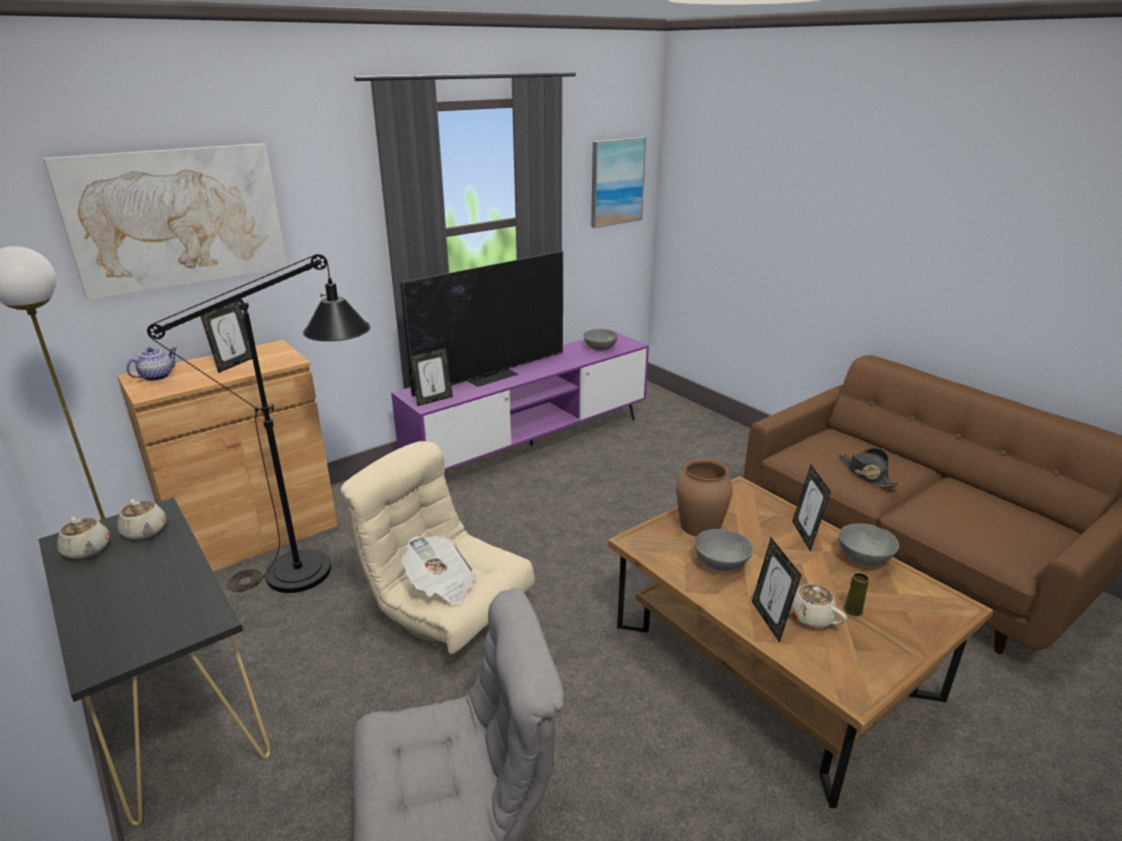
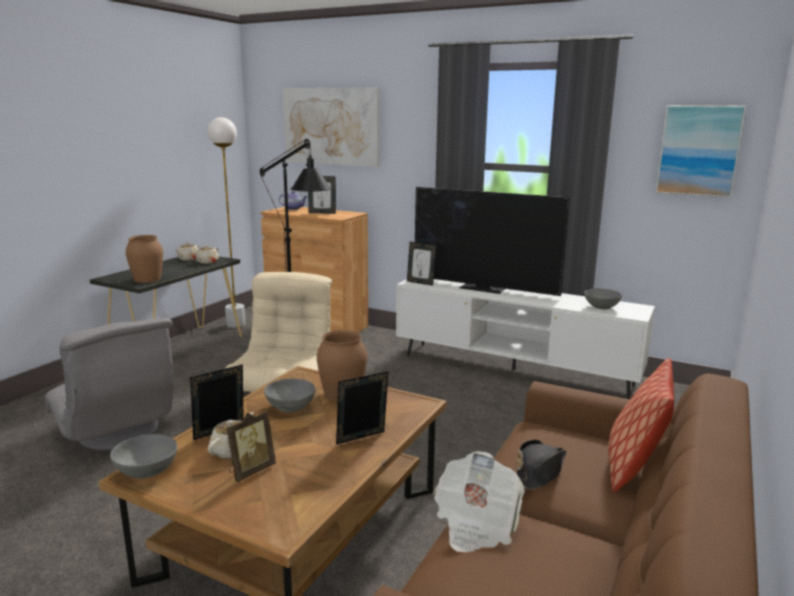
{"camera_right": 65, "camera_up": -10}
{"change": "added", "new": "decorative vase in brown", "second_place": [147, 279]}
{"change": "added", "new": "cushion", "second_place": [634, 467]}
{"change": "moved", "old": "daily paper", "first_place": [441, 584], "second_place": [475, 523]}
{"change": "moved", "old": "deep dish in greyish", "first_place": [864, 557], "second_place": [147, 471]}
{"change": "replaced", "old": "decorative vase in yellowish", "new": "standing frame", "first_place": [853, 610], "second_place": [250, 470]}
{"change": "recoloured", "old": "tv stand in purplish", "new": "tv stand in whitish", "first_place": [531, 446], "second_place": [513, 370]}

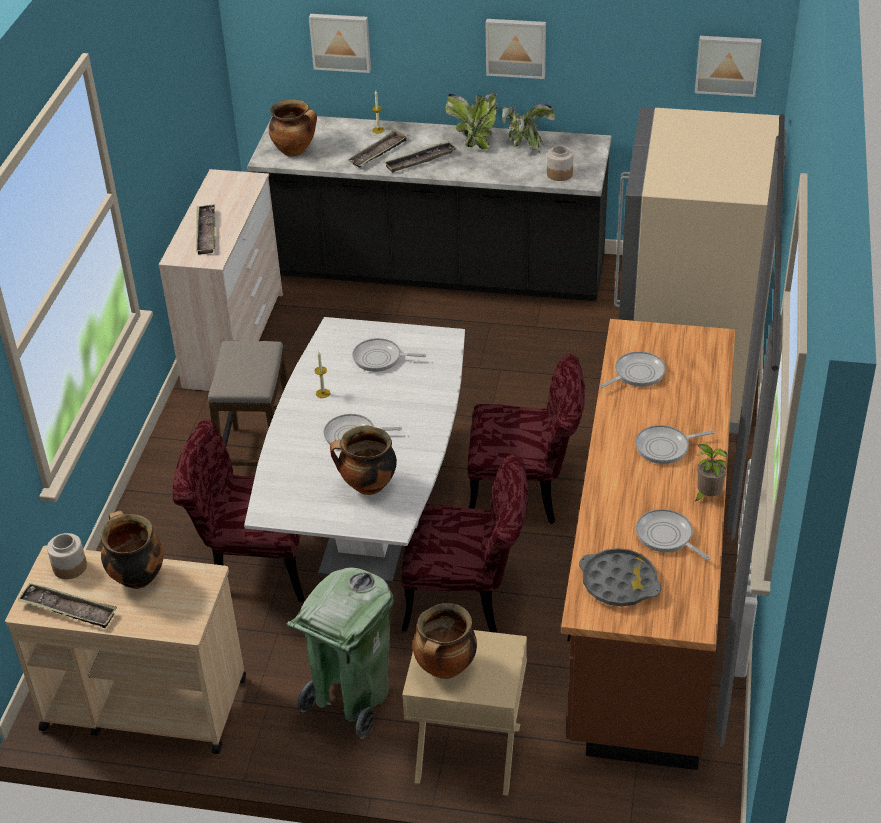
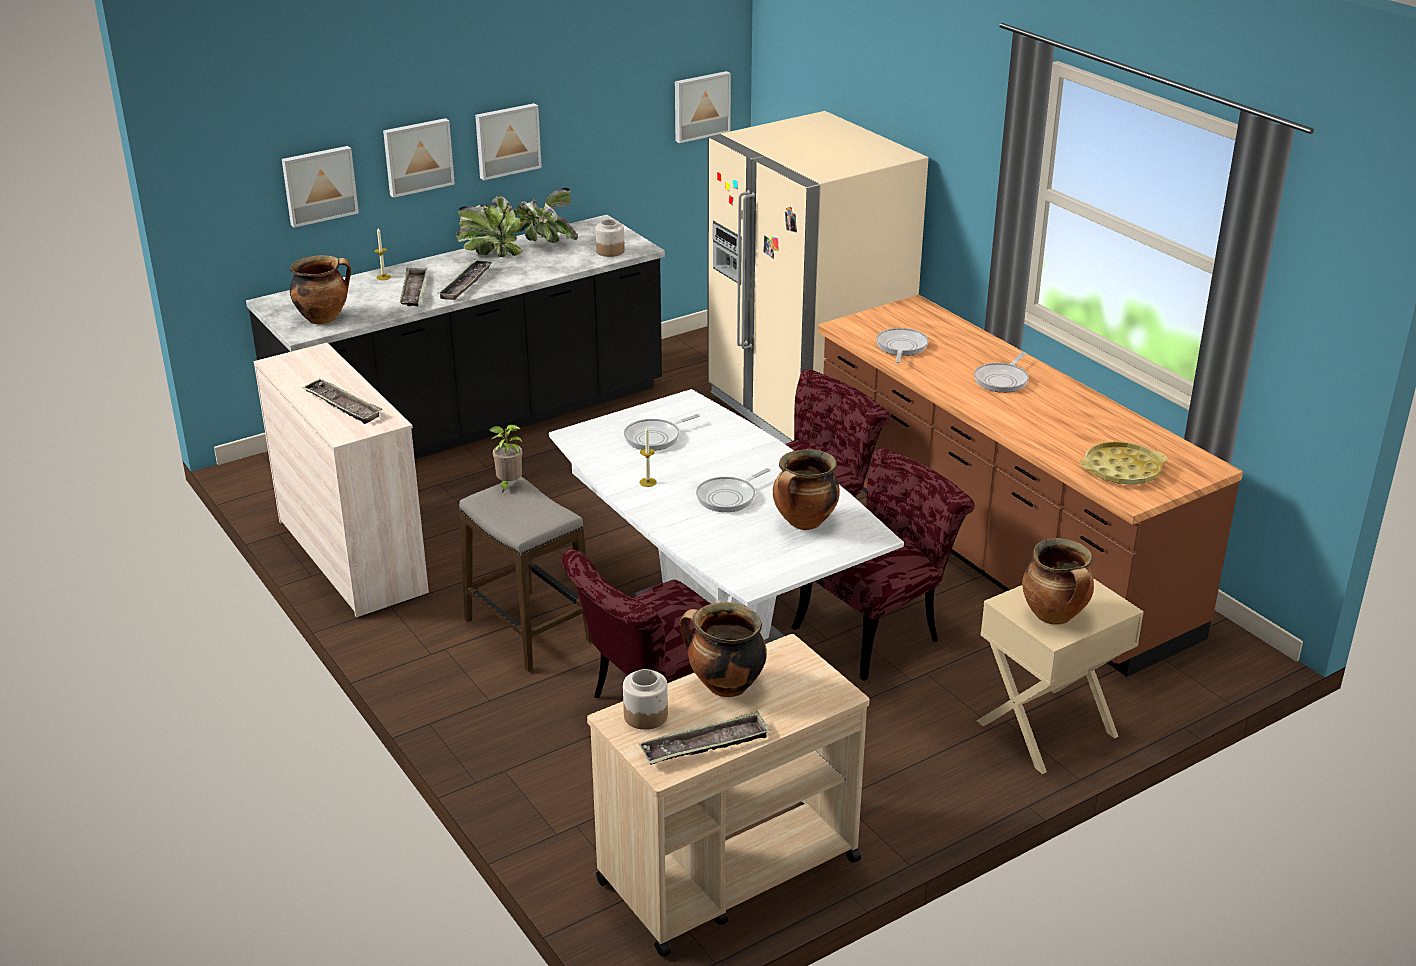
{"camera_right": -45, "camera_up": -10}
{"change": "removed", "old": "trash can in greenish", "first_place": [351, 699]}
{"change": "removed", "old": "frying pan", "first_place": [666, 537]}
{"change": "added", "new": "wall picture", "second_place": [417, 156]}
{"change": "moved", "old": "plant in a pot", "first_place": [707, 496], "second_place": [508, 485]}
{"change": "recoloured", "old": "tray in greyish", "new": "tray in yellowish", "first_place": [619, 582], "second_place": [1121, 470]}

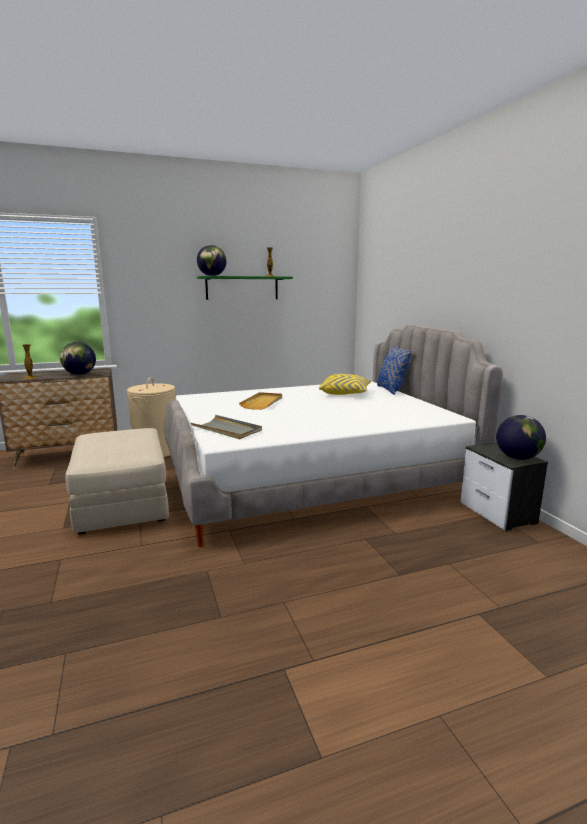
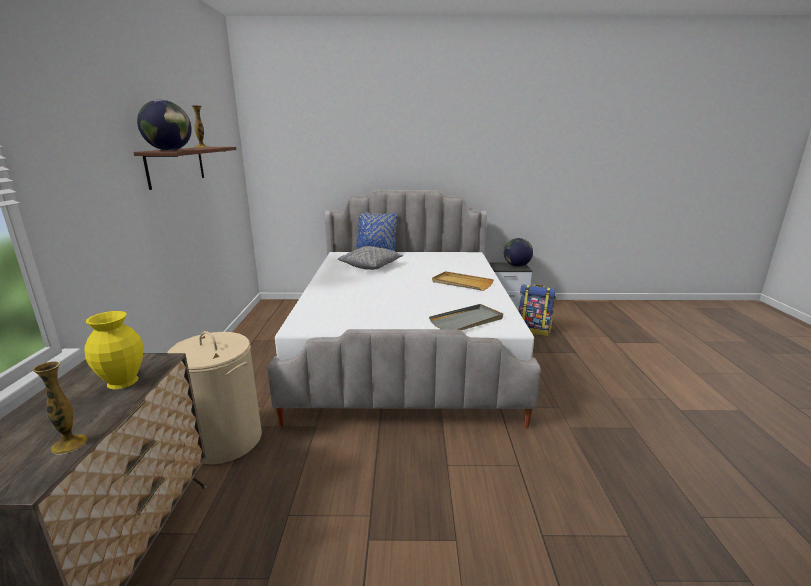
{"camera_right": -70, "camera_up": 5}
{"change": "removed", "old": "pouffe in beige", "first_place": [123, 503]}
{"change": "added", "new": "knapsack", "second_place": [534, 330]}
{"change": "moved", "old": "tray in beige", "first_place": [262, 402], "second_place": [461, 283]}
{"change": "replaced", "old": "desk globe", "new": "decorative vase in yellowish", "first_place": [79, 374], "second_place": [123, 381]}
{"change": "recoloured", "old": "wall shelf in greenish", "new": "wall shelf in brown", "first_place": [242, 288], "second_place": [176, 166]}
{"change": "recoloured", "old": "cushion in yellowish", "new": "cushion in greyish", "first_place": [345, 393], "second_place": [371, 266]}

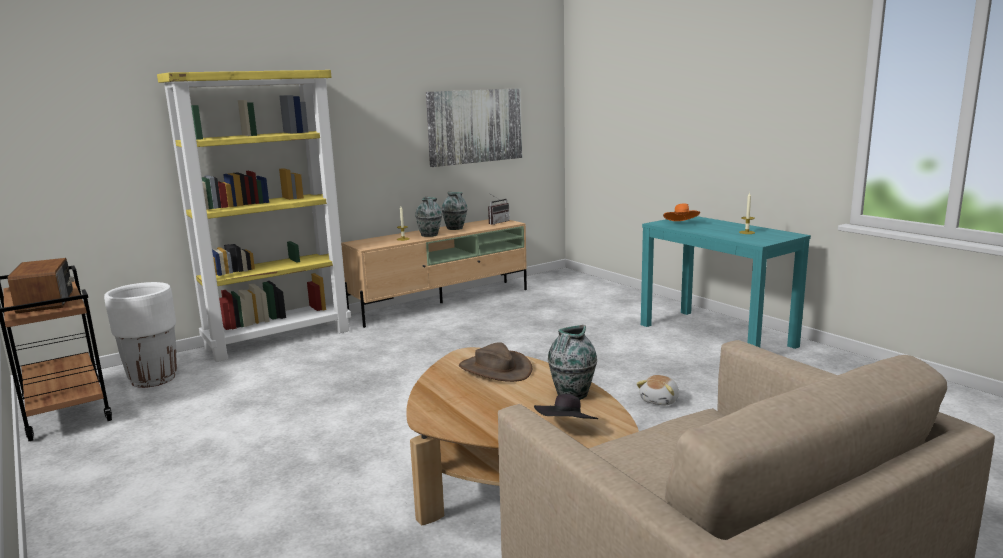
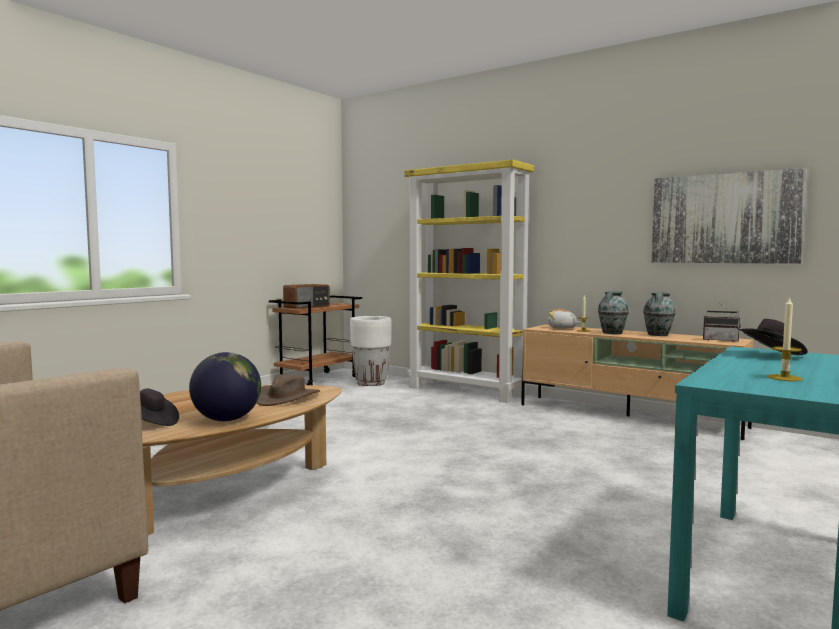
{"camera_right": 70, "camera_up": -10}
{"change": "moved", "old": "plush toy", "first_place": [660, 400], "second_place": [562, 328]}
{"change": "replaced", "old": "decorative vase", "new": "desk globe", "first_place": [572, 394], "second_place": [226, 419]}
{"change": "recoloured", "old": "hat in orangey", "new": "hat in black-coloured", "first_place": [681, 224], "second_place": [770, 356]}

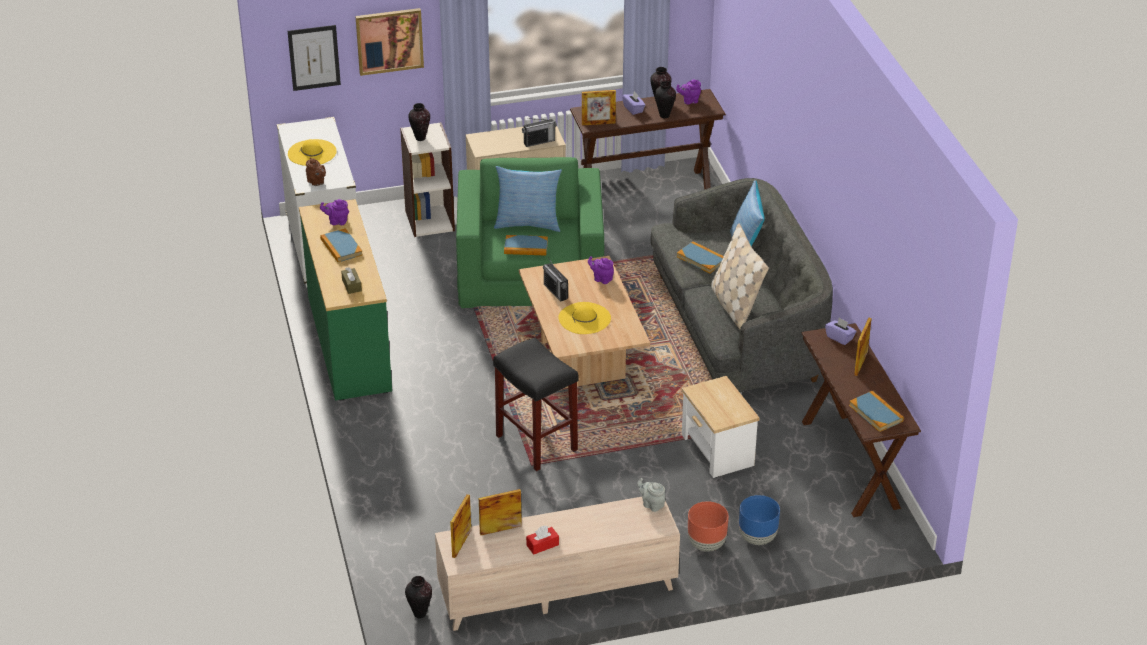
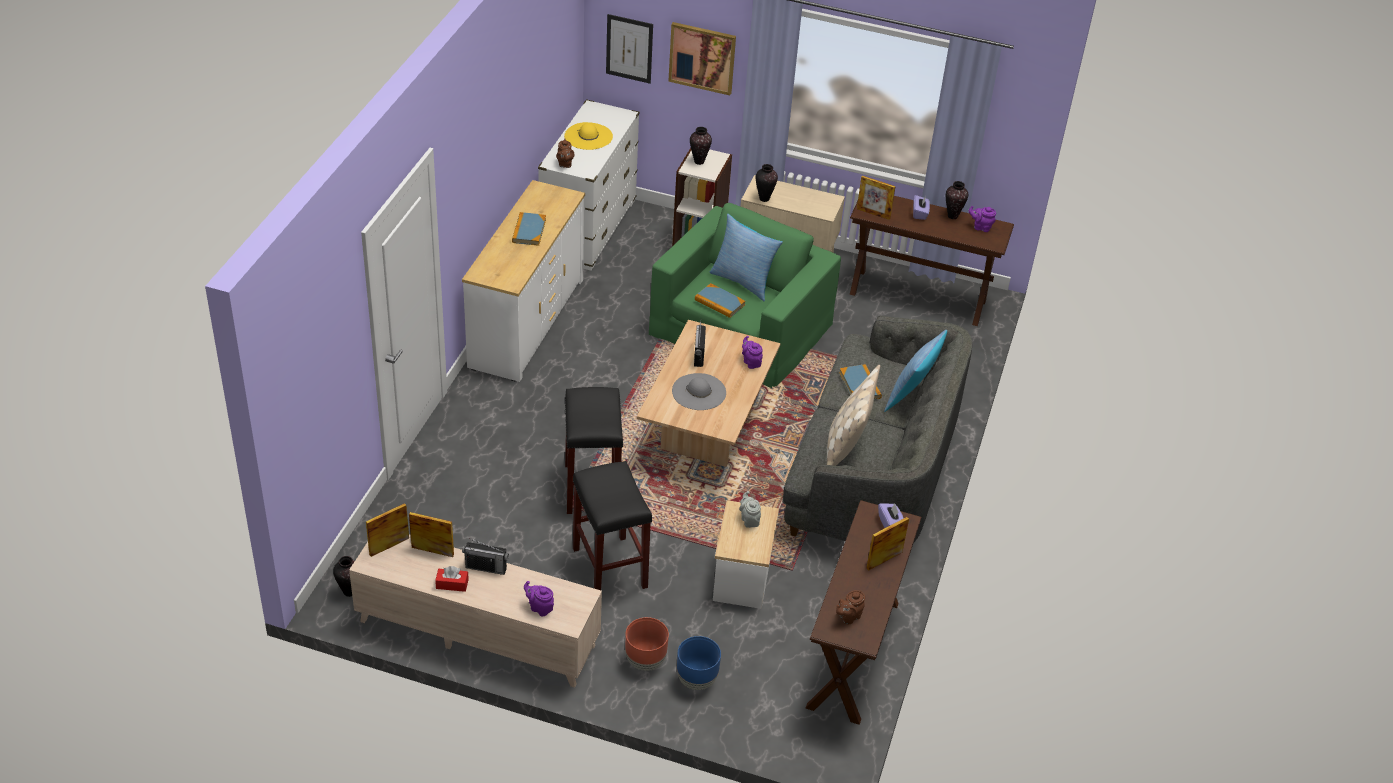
{"camera_right": 30, "camera_up": 5}
{"change": "removed", "old": "tissue holder in brown", "first_place": [351, 285]}
{"change": "added", "new": "sitting stool in black-coloured", "second_place": [609, 567]}
{"change": "moved", "old": "tea pot in purplish", "first_place": [337, 221], "second_place": [540, 608]}
{"change": "moved", "old": "radio", "first_place": [539, 142], "second_place": [486, 567]}
{"change": "moved", "old": "tea pot in greyish", "first_place": [651, 504], "second_place": [749, 520]}
{"change": "moved", "old": "decorative vase", "first_place": [664, 115], "second_place": [764, 198]}
{"change": "replaced", "old": "volume", "new": "tea pot in brown", "first_place": [876, 413], "second_place": [848, 617]}
{"change": "recoloured", "old": "chest of drawers in greenish", "new": "chest of drawers in whitish", "first_place": [348, 344], "second_place": [526, 323]}
{"change": "recoloured", "old": "hat in yellowish", "new": "hat in greyish", "first_place": [584, 318], "second_place": [699, 392]}

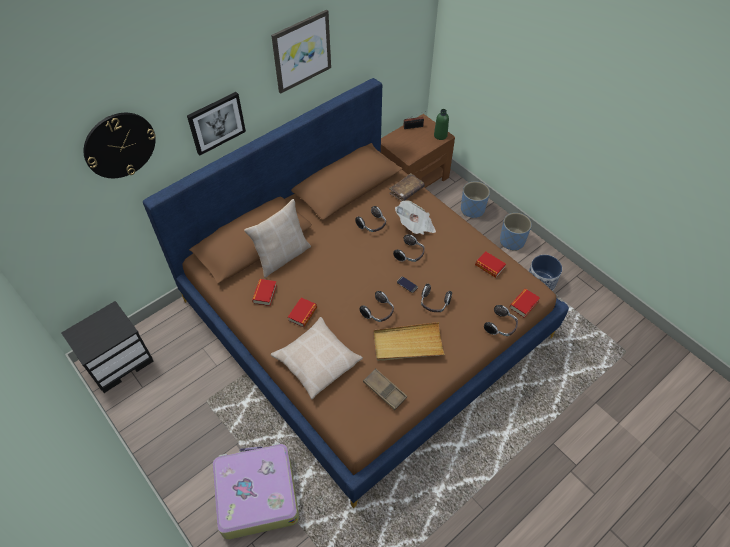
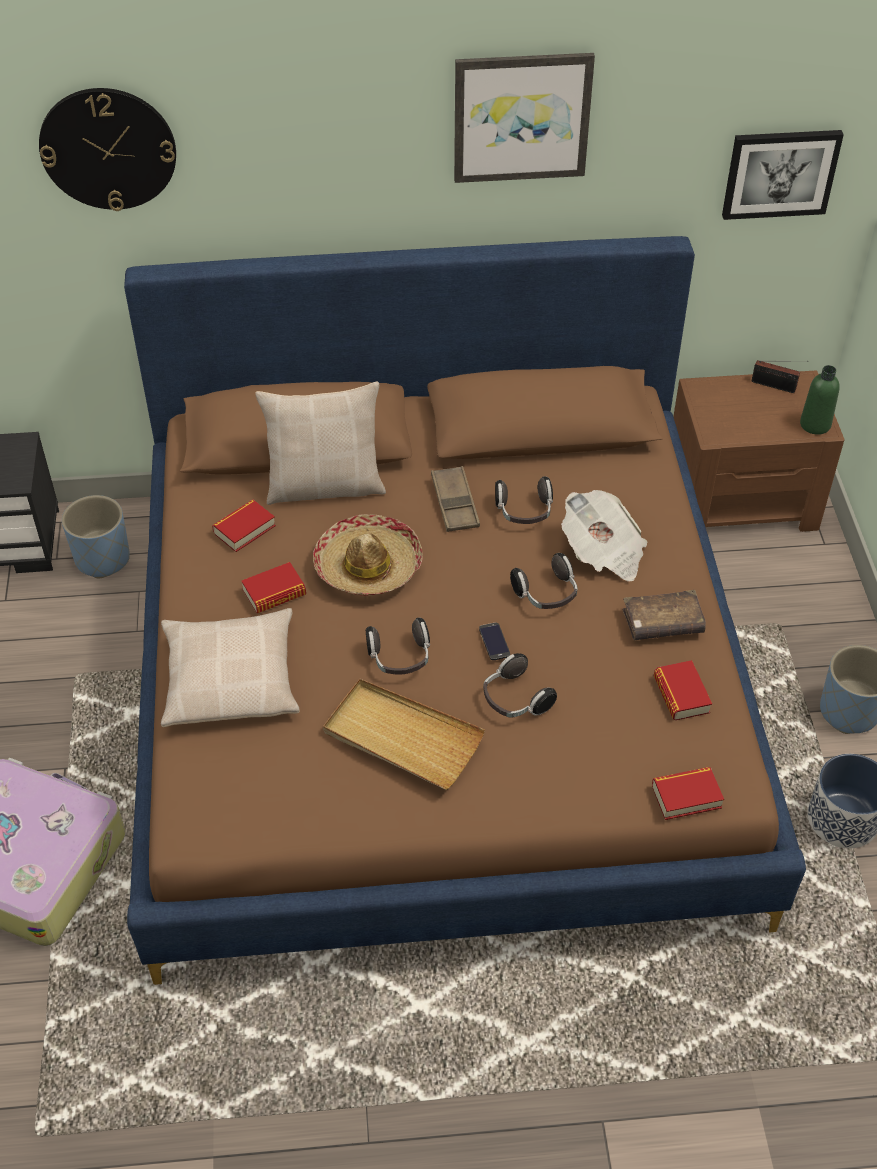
{"camera_right": 35, "camera_up": -5}
{"change": "removed", "old": "pair of headphones", "first_place": [501, 326]}
{"change": "added", "new": "hat", "second_place": [368, 566]}
{"change": "moved", "old": "wall picture", "first_place": [216, 122], "second_place": [780, 173]}
{"change": "moved", "old": "tray in brown", "first_place": [384, 390], "second_place": [455, 503]}
{"change": "moved", "old": "volume in brown", "first_place": [406, 191], "second_place": [662, 623]}
{"change": "moved", "old": "plant pot in blue", "first_place": [472, 209], "second_place": [103, 558]}

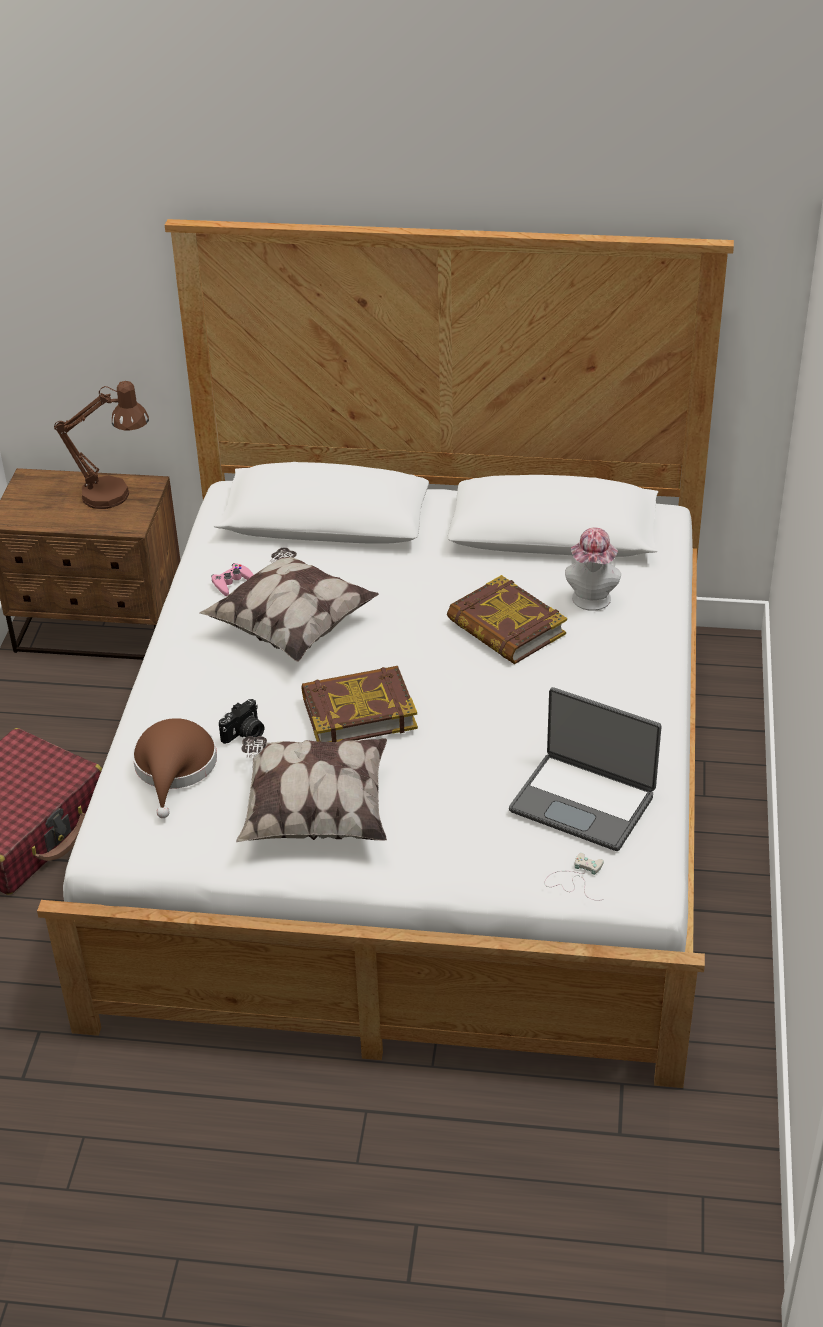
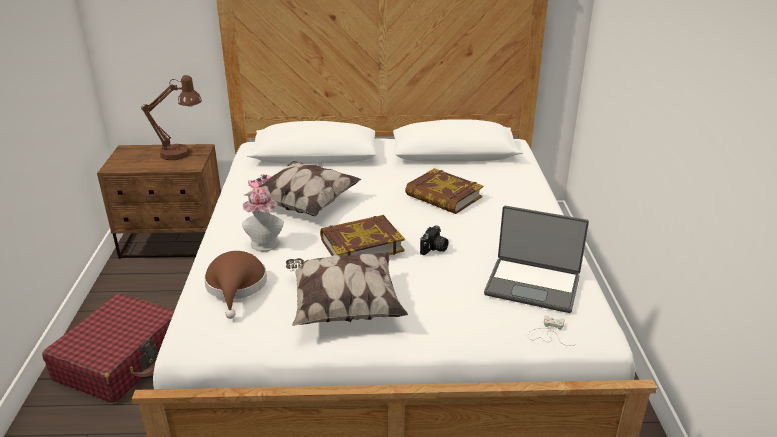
{"camera_right": -10, "camera_up": -10}
{"change": "moved", "old": "still camera", "first_place": [245, 734], "second_place": [434, 249]}
{"change": "moved", "old": "hat", "first_place": [591, 602], "second_place": [264, 246]}

